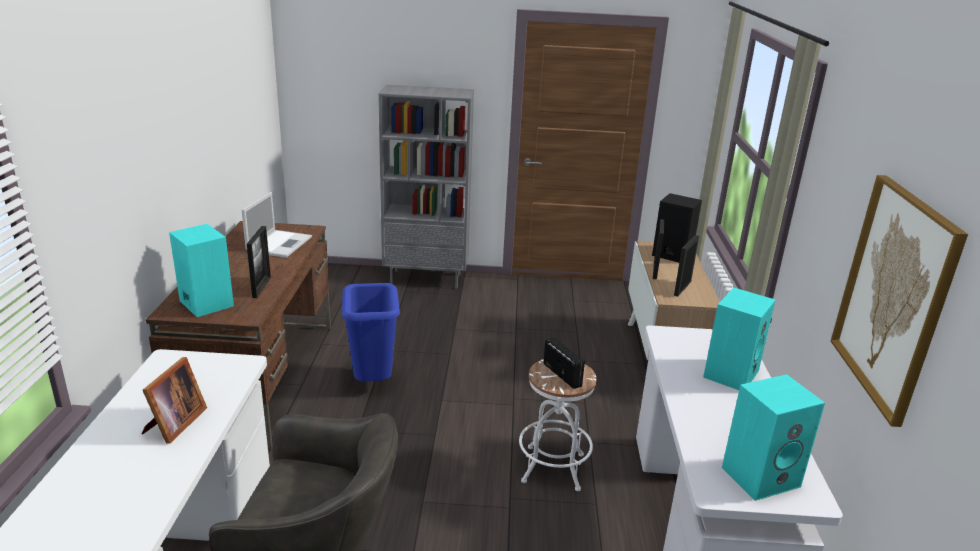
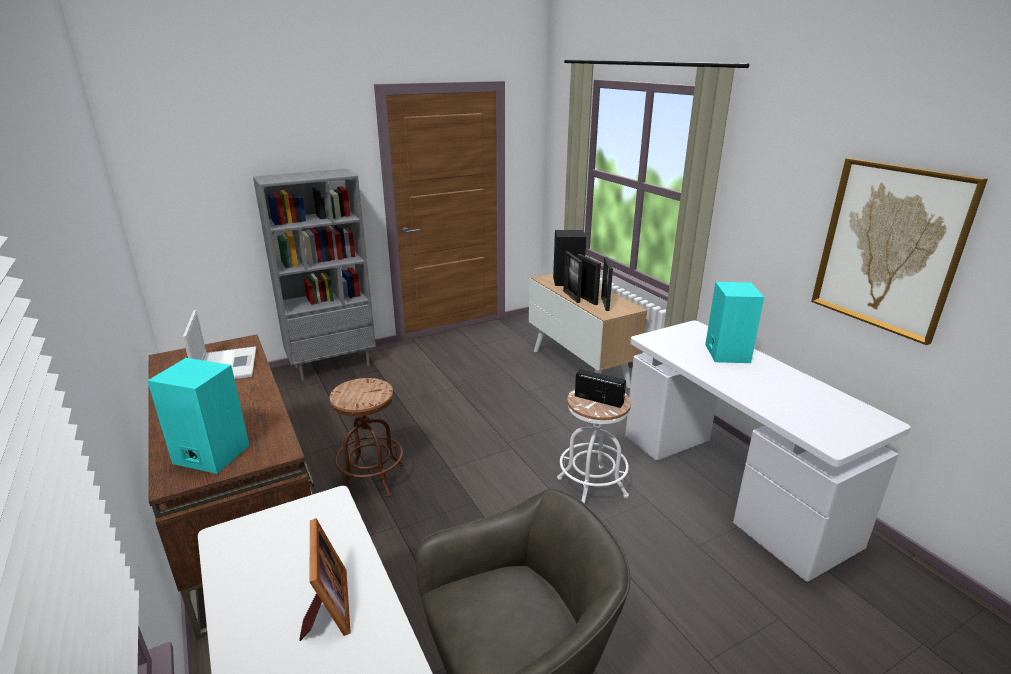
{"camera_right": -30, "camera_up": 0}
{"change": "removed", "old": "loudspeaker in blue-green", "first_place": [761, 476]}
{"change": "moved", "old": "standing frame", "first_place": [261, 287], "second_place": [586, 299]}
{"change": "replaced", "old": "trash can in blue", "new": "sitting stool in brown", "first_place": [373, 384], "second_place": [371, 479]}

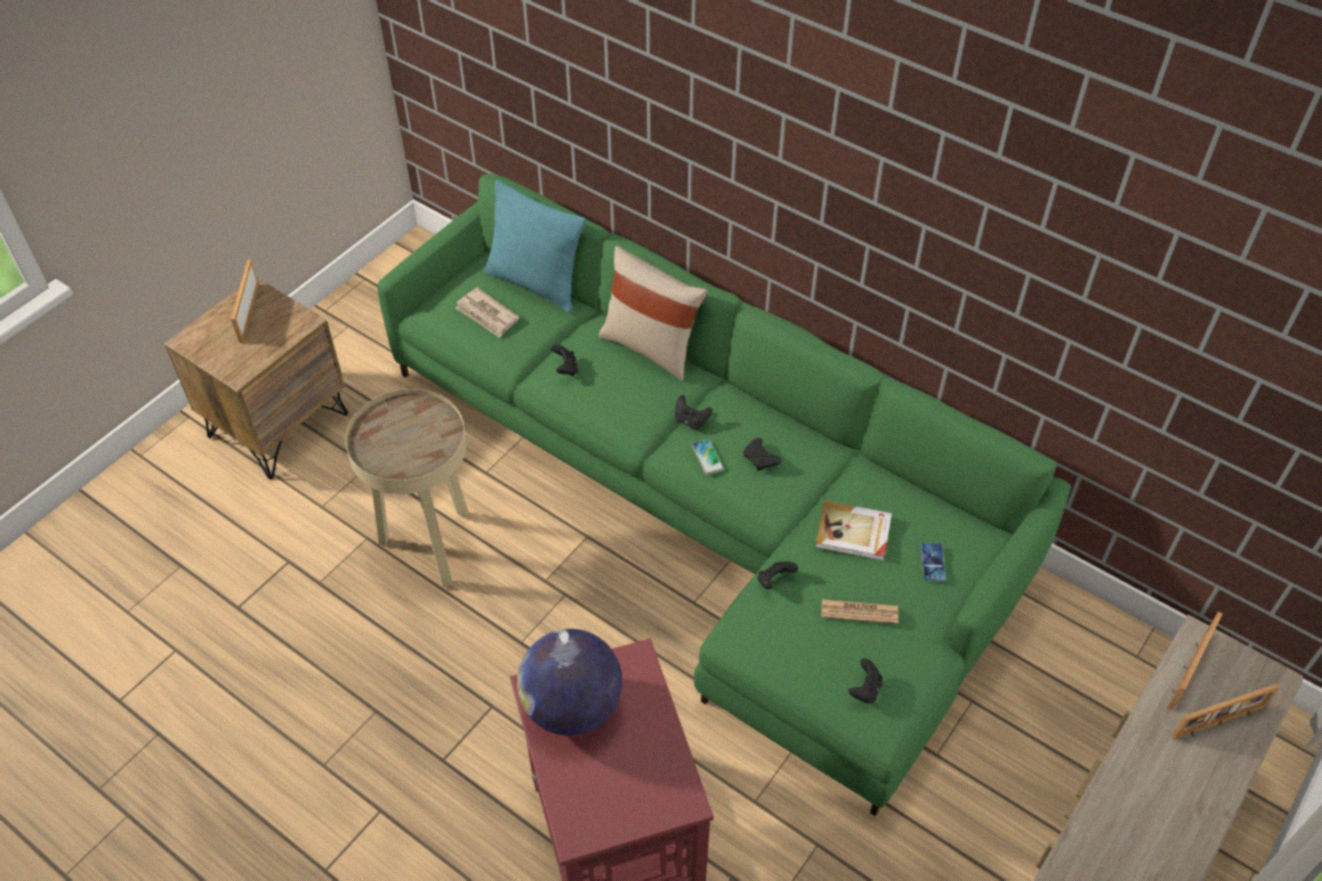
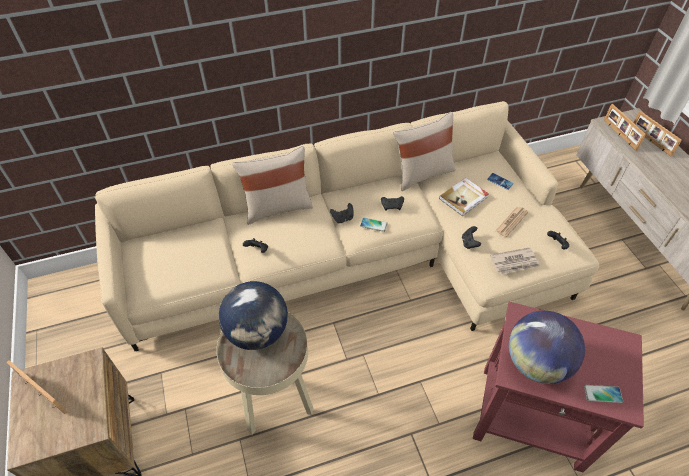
{"camera_right": -55, "camera_up": 0}
{"change": "removed", "old": "cushion in blue-green", "first_place": [535, 284]}
{"change": "added", "new": "desk globe", "second_place": [257, 333]}
{"change": "added", "new": "cushion in beige", "second_place": [422, 173]}
{"change": "added", "new": "handset", "second_place": [602, 394]}
{"change": "moved", "old": "daily paper", "first_place": [487, 315], "second_place": [514, 262]}
{"change": "recoloured", "old": "couch in greenish", "new": "couch in beige", "first_place": [714, 506], "second_place": [359, 258]}
{"change": "turned", "old": "standing frame", "first_place": [1219, 723], "second_place": [650, 141], "degrees": 135}

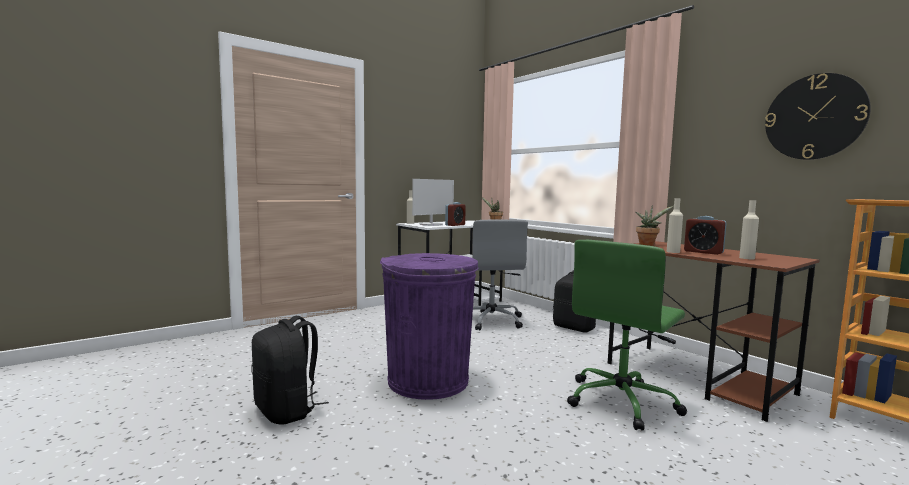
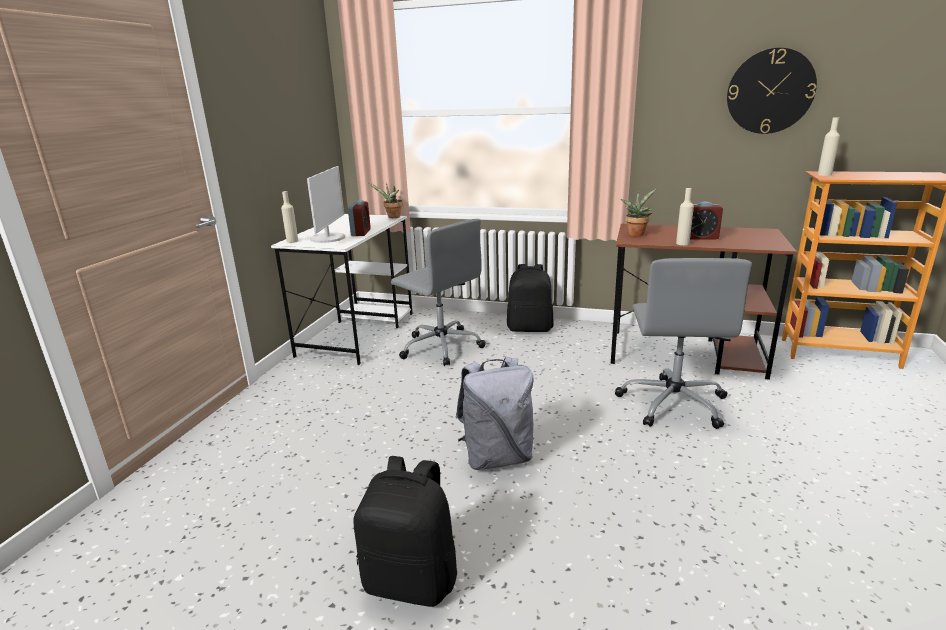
{"camera_right": -35, "camera_up": 15}
{"change": "moved", "old": "drink bottle in beige", "first_place": [747, 258], "second_place": [824, 174]}
{"change": "replaced", "old": "trash can in purplish", "new": "knapsack in greyish", "first_place": [428, 380], "second_place": [497, 457]}
{"change": "recoloured", "old": "computer chair in greenish", "new": "computer chair in greyish", "first_place": [622, 401], "second_place": [673, 403]}

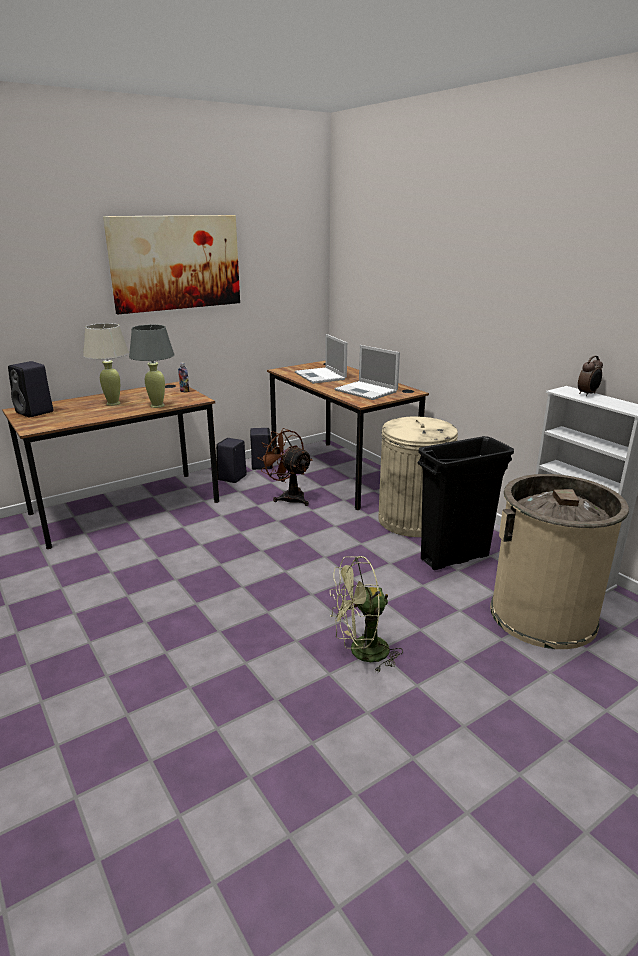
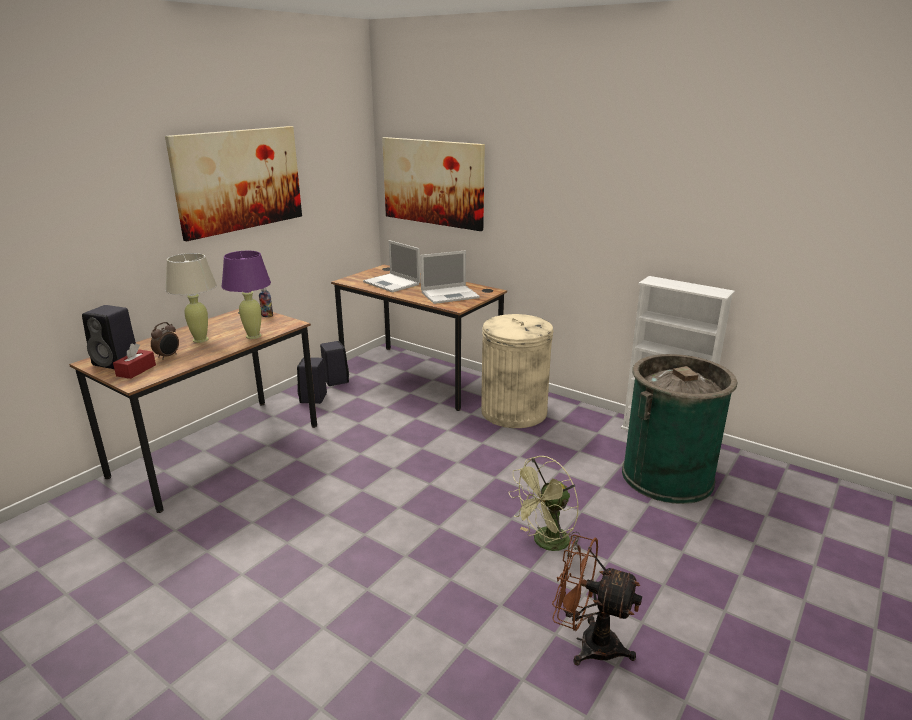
{"camera_right": -20, "camera_up": 0}
{"change": "removed", "old": "trash can in black-coloured", "first_place": [455, 557]}
{"change": "added", "new": "tissue holder in reddish", "second_place": [136, 370]}
{"change": "added", "new": "wall picture", "second_place": [433, 182]}
{"change": "moved", "old": "cooling fan in brown", "first_place": [289, 497], "second_place": [588, 643]}
{"change": "moved", "old": "alarm clock", "first_place": [587, 394], "second_place": [168, 356]}
{"change": "recoloured", "old": "tabletop lamp in greyish", "new": "tabletop lamp in purplish", "first_place": [157, 405], "second_place": [253, 336]}
{"change": "recoloured", "old": "trash can in beige", "new": "trash can in greenish", "first_place": [543, 615], "second_place": [667, 476]}
{"change": "turned", "old": "portable computer", "first_place": [367, 391], "second_place": [450, 295], "degrees": -45}

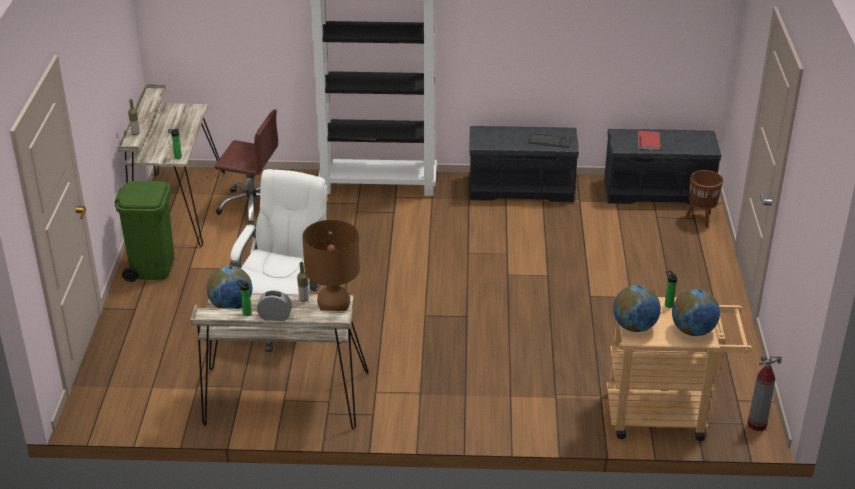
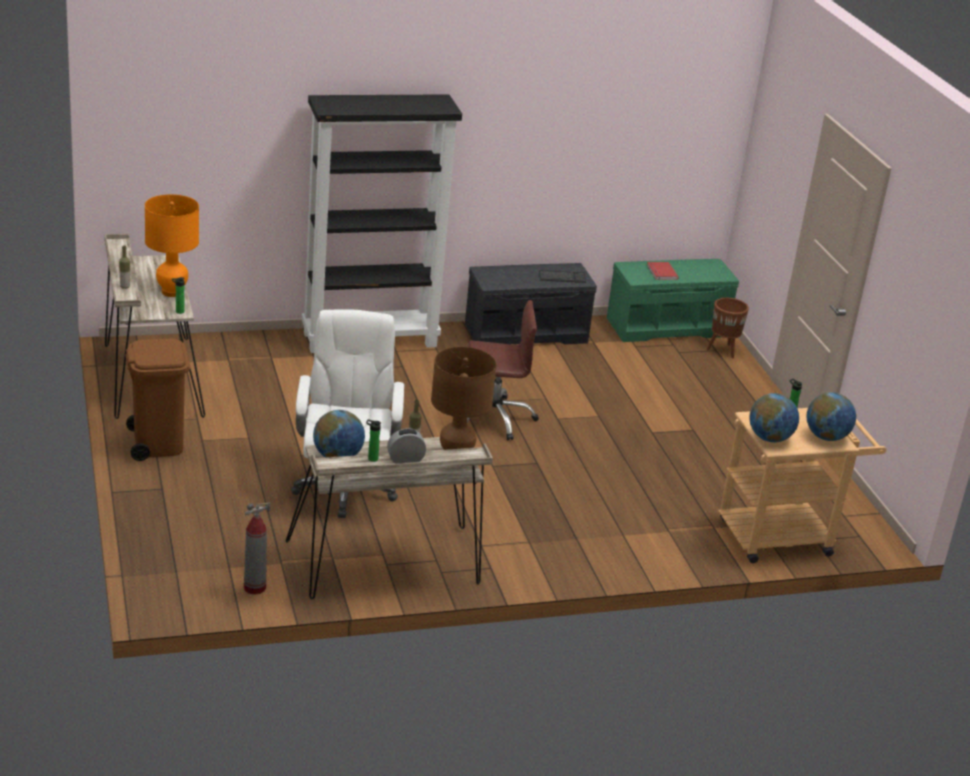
{"camera_right": -20, "camera_up": -5}
{"change": "added", "new": "tabletop lamp in orangey", "second_place": [172, 292]}
{"change": "moved", "old": "computer chair in brown", "first_place": [253, 206], "second_place": [494, 417]}
{"change": "moved", "old": "extinguisher", "first_place": [756, 424], "second_place": [254, 588]}
{"change": "recoloured", "old": "trash can in greenish", "new": "trash can in brown", "first_place": [152, 267], "second_place": [157, 443]}
{"change": "recoloured", "old": "indoor bench in greyish", "new": "indoor bench in greenish", "first_place": [658, 191], "second_place": [667, 326]}

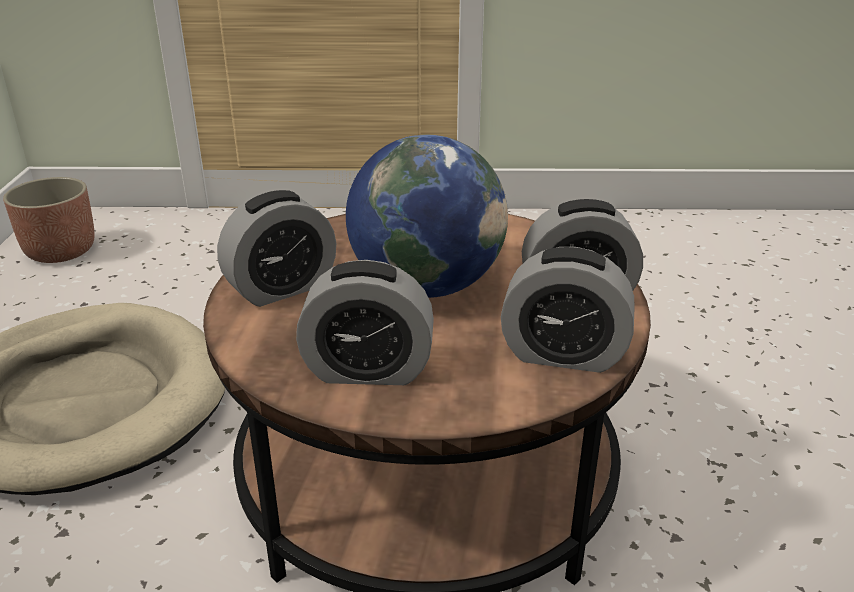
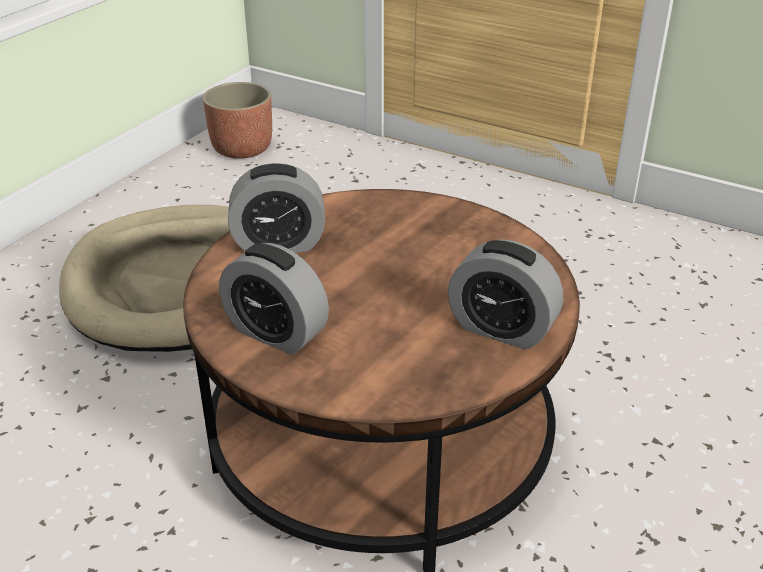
{"camera_right": 30, "camera_up": 5}
{"change": "removed", "old": "desk globe", "first_place": [426, 286]}
{"change": "removed", "old": "alarm clock", "first_place": [563, 355]}

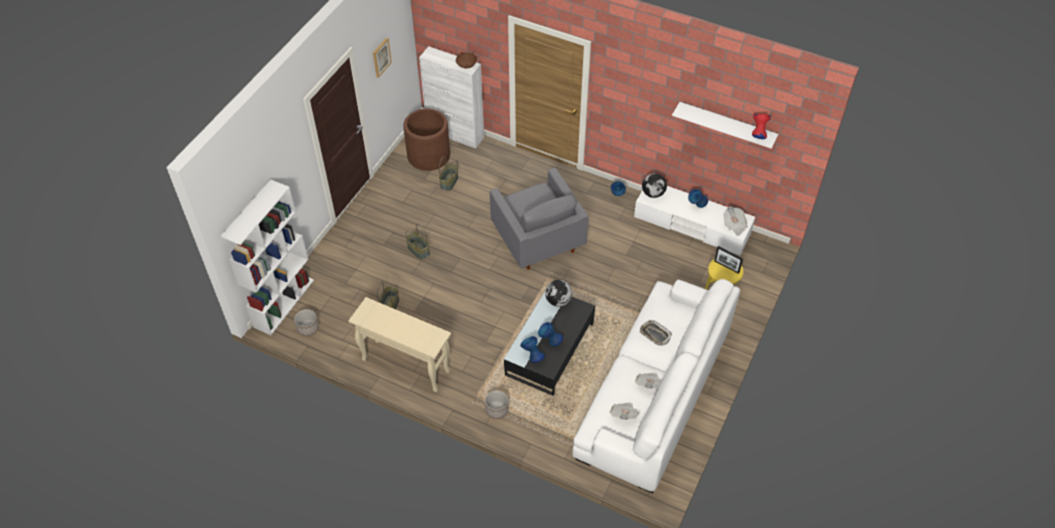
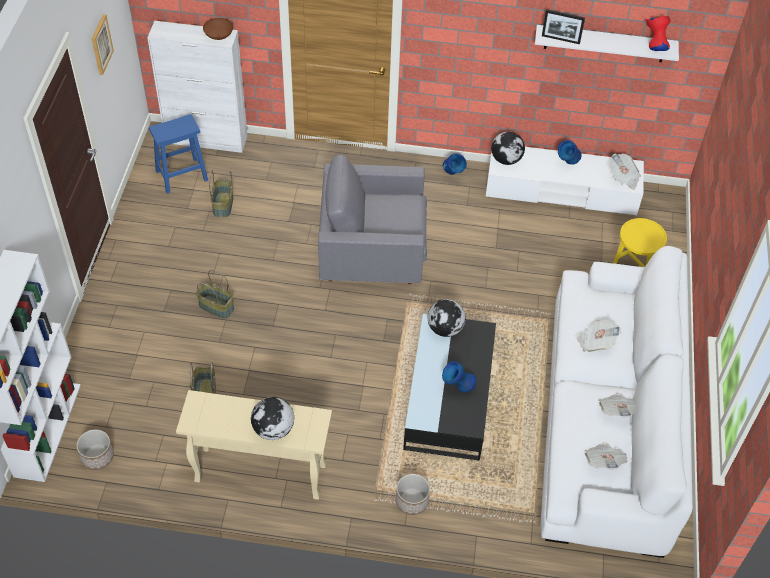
{"camera_right": -20, "camera_up": 0}
{"change": "removed", "old": "decorative vase in blue", "first_place": [532, 357]}
{"change": "added", "new": "desk globe", "second_place": [273, 429]}
{"change": "moved", "old": "standing frame", "first_place": [726, 267], "second_place": [560, 39]}
{"change": "replaced", "old": "plant pot in brown", "new": "sitting stool in blue", "first_place": [428, 156], "second_place": [181, 176]}
{"change": "replaced", "old": "tray", "new": "daily paper", "first_place": [655, 334], "second_place": [595, 342]}
{"change": "turned", "old": "easy chair in greyish", "first_place": [537, 239], "second_place": [372, 254], "degrees": 135}

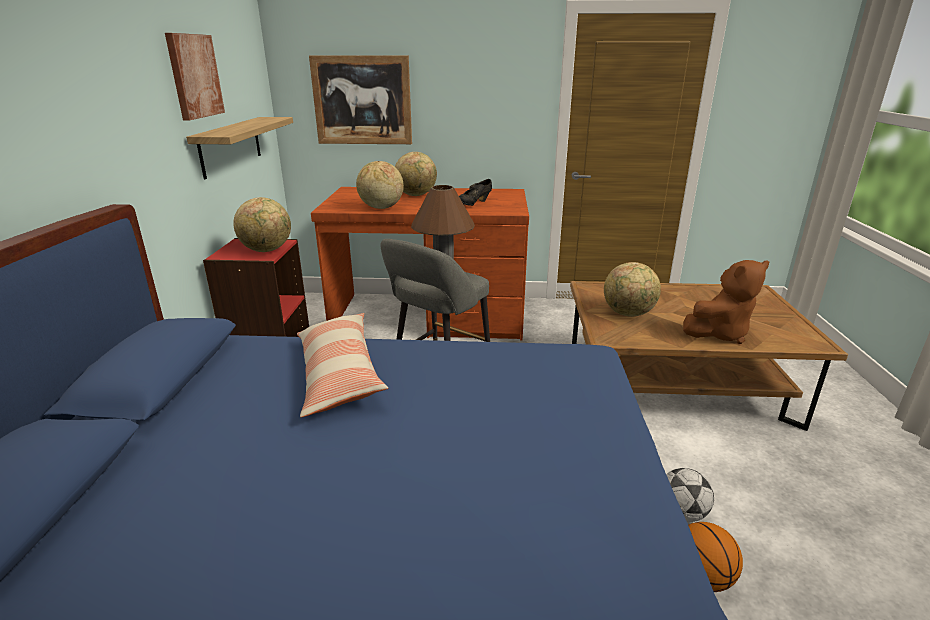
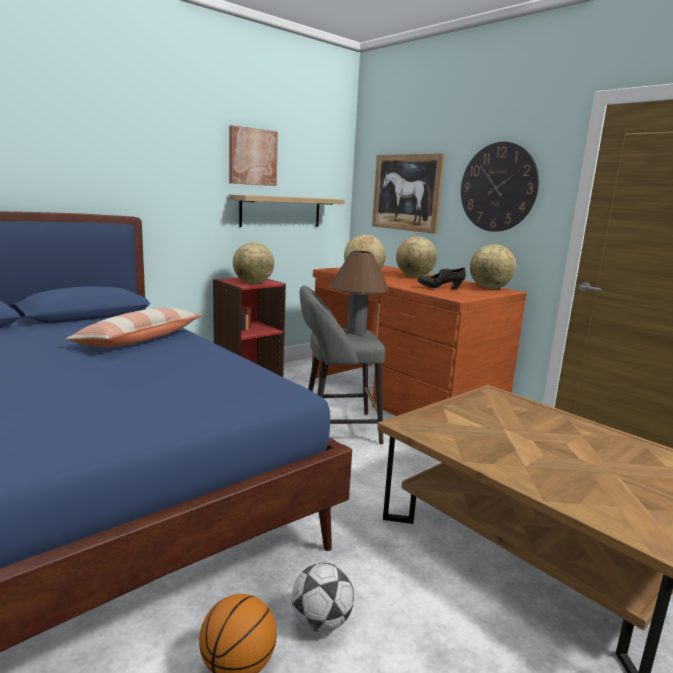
{"camera_right": 45, "camera_up": -10}
{"change": "removed", "old": "plush toy in brown", "first_place": [719, 333]}
{"change": "added", "new": "wall clock", "second_place": [498, 187]}
{"change": "moved", "old": "desk globe", "first_place": [628, 314], "second_place": [490, 288]}

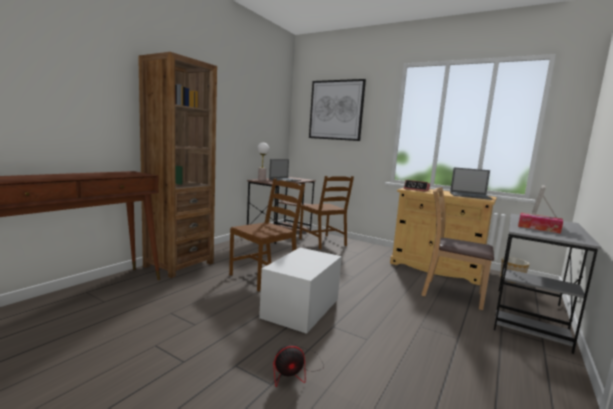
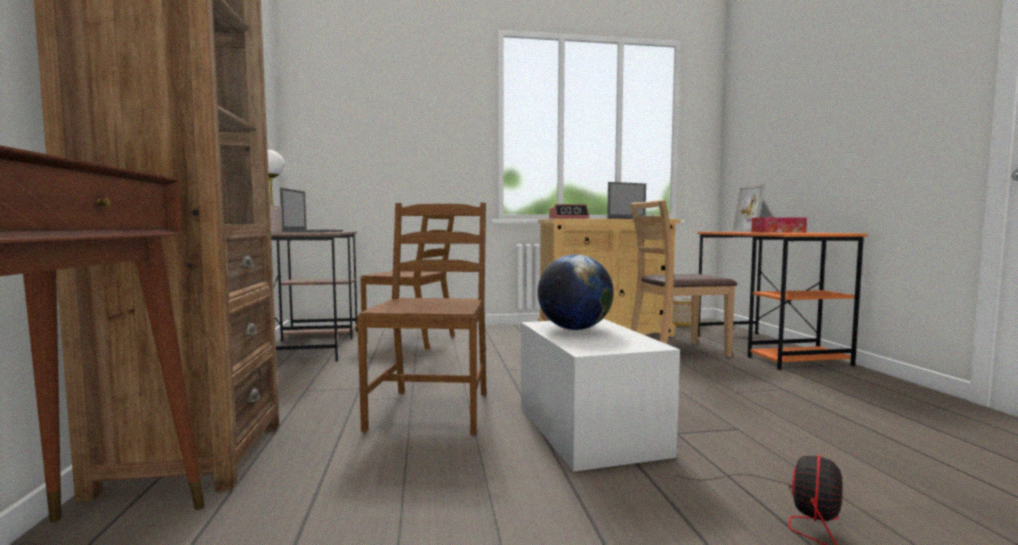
{"camera_right": -40, "camera_up": -5}
{"change": "removed", "old": "wall picture", "first_place": [336, 110]}
{"change": "added", "new": "desk globe", "second_place": [574, 329]}
{"change": "recoloured", "old": "desk in greyish", "new": "desk in orangey", "first_place": [529, 317], "second_place": [767, 349]}

